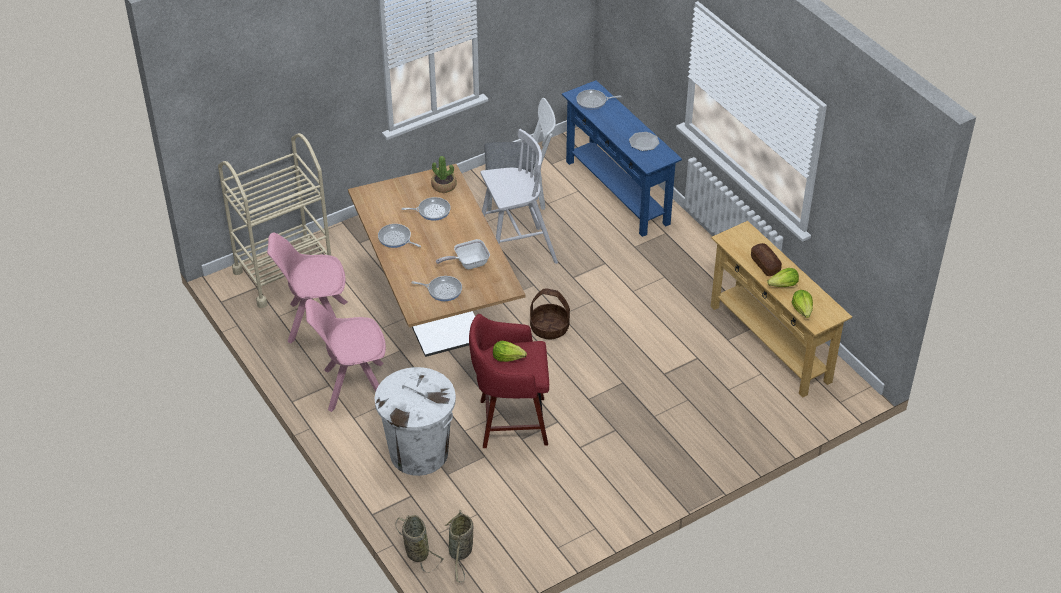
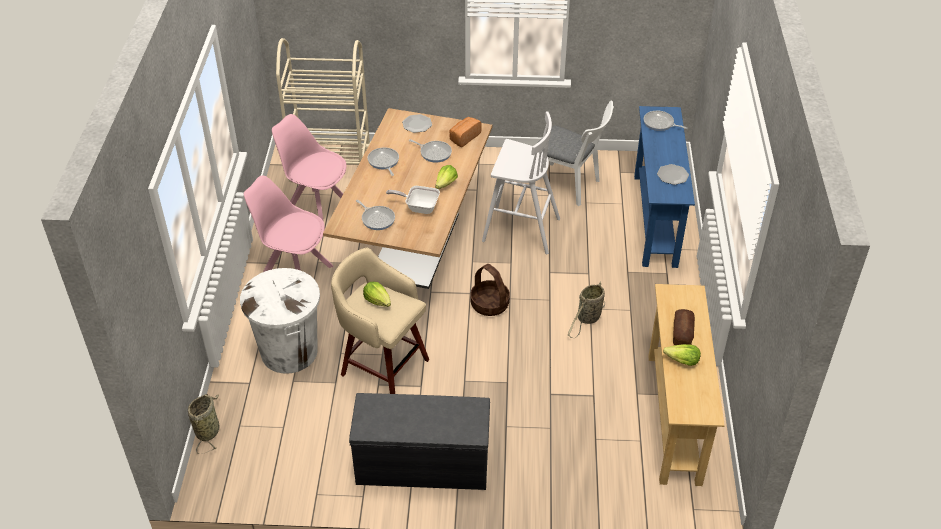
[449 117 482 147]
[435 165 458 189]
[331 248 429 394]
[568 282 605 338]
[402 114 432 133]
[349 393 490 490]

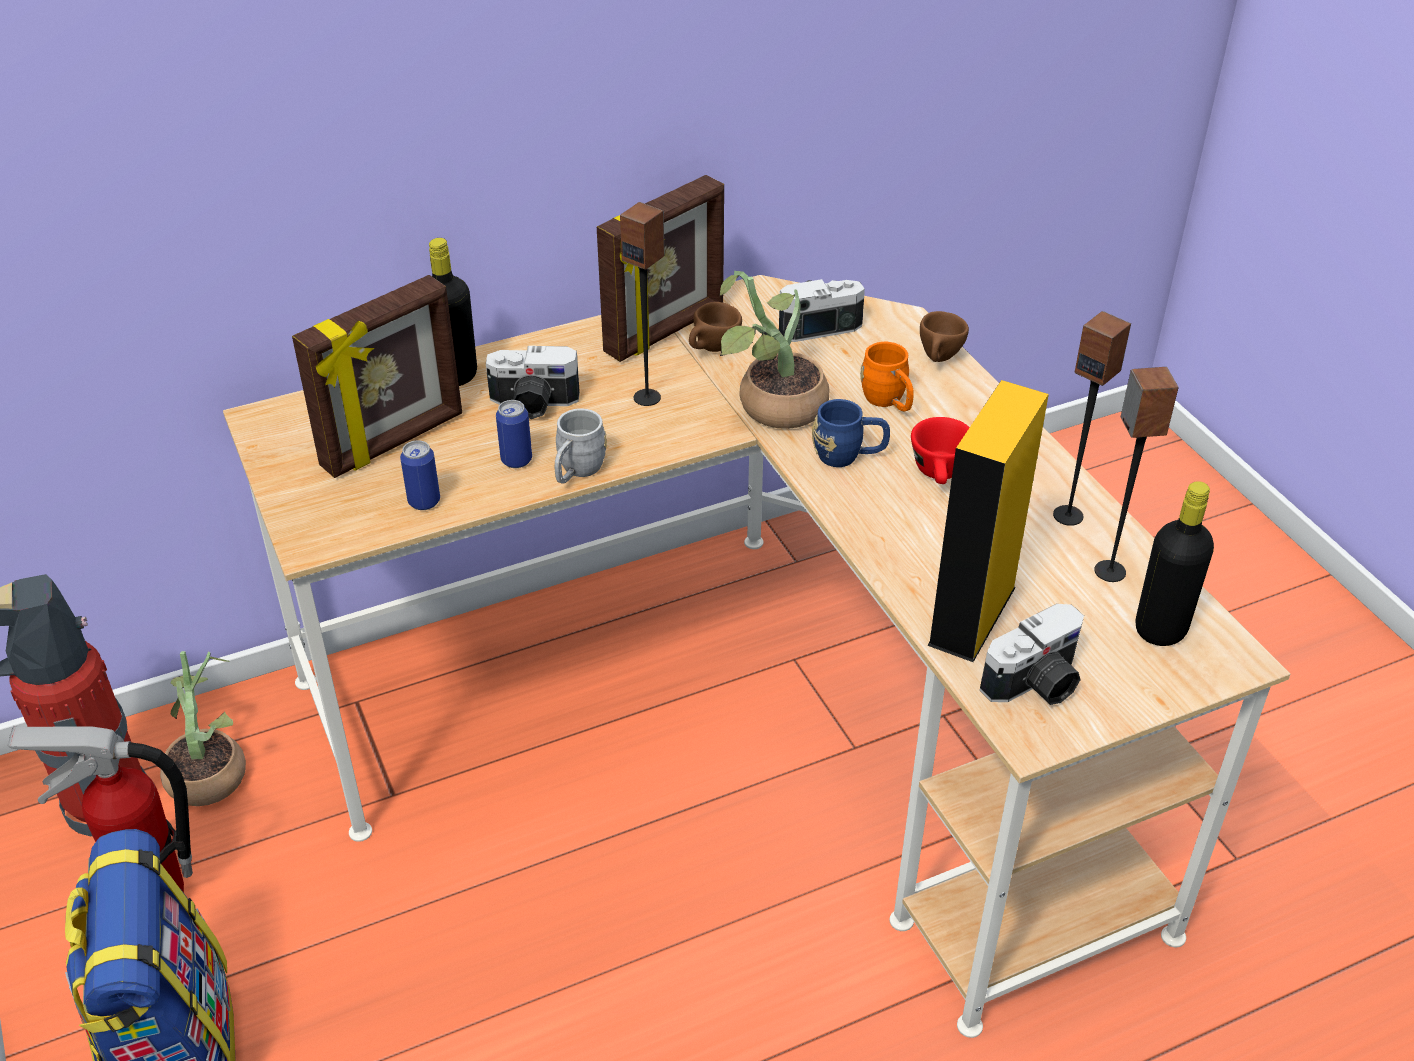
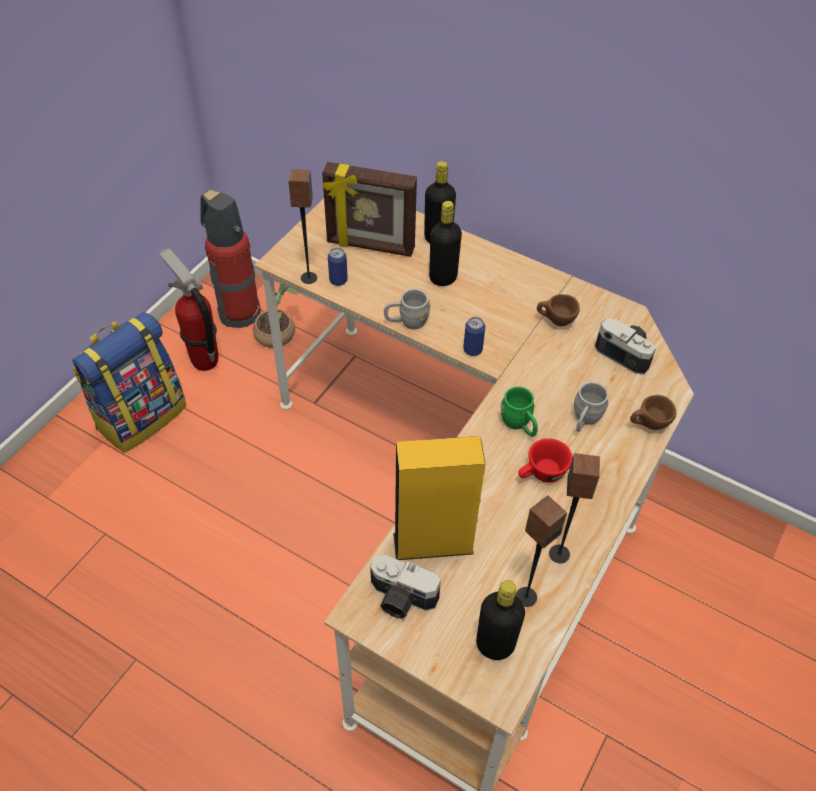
[597 175 724 362] (first image)
[289 169 317 284]
[719 271 829 429] (first image)
[574 382 609 432]
[429 201 462 286]
[500 386 538 437]
[463 317 485 356]

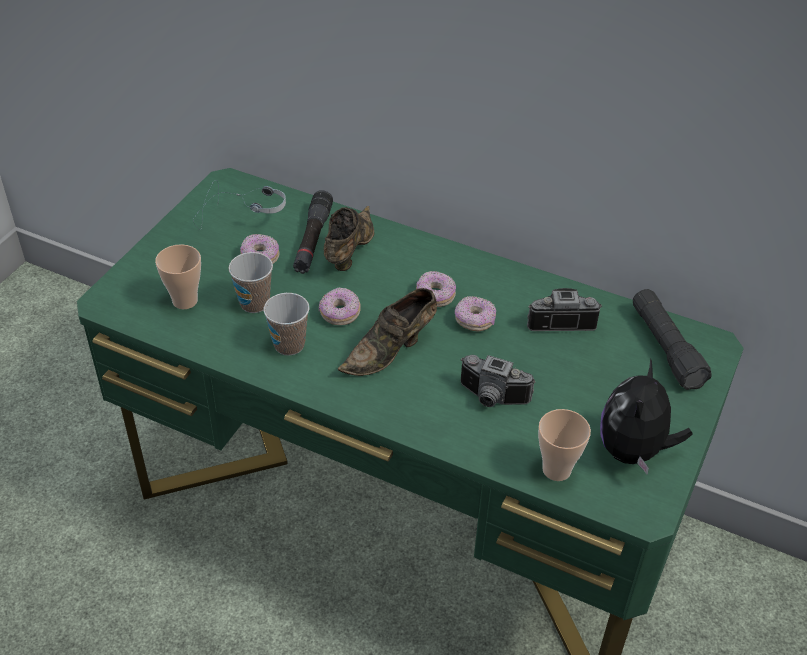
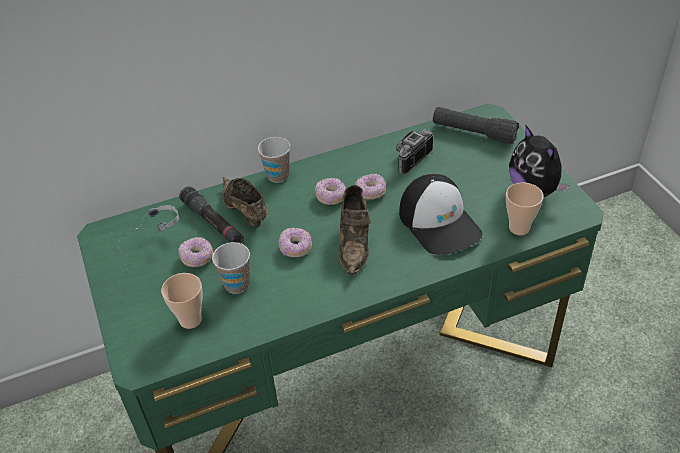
[258 137 290 183]
[399 174 482 255]

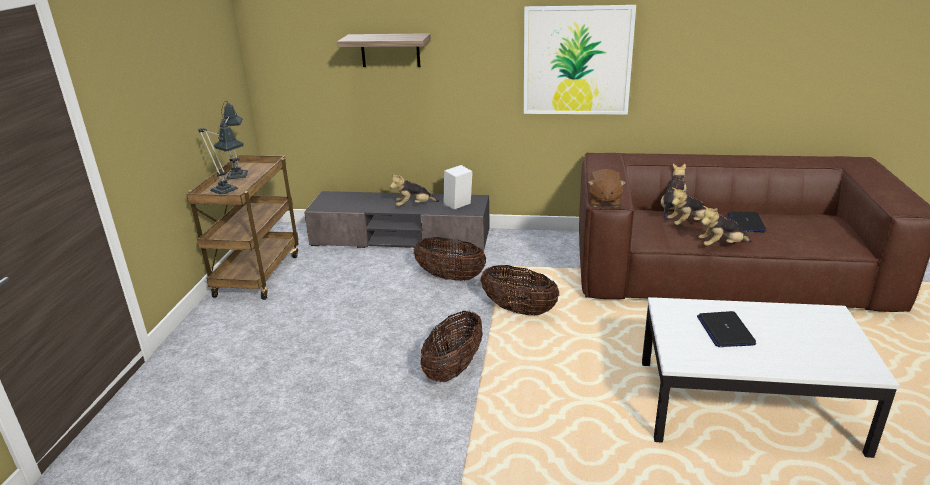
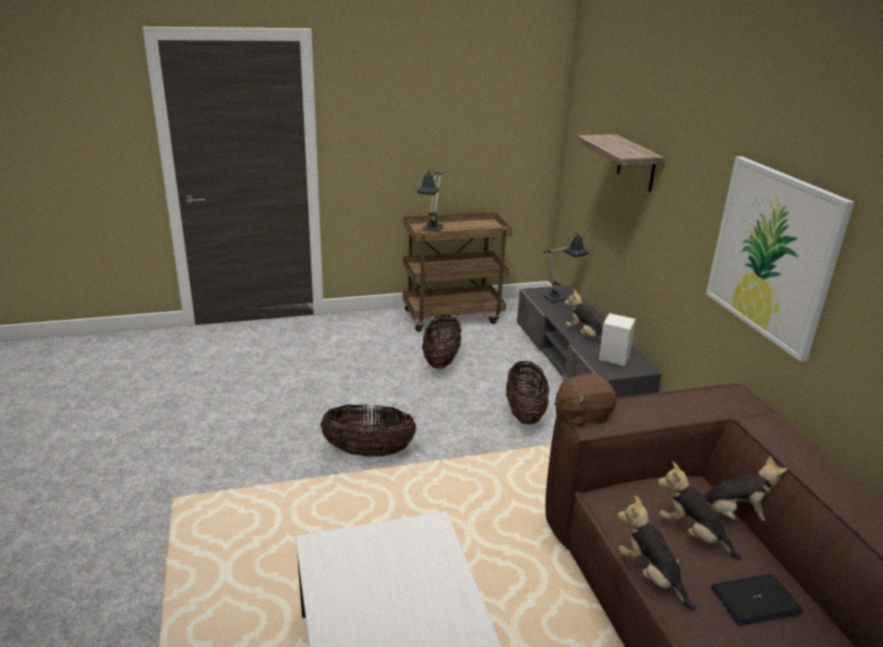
[543 232 589 302]
[422 315 462 369]
[697 311 756 347] (first image)

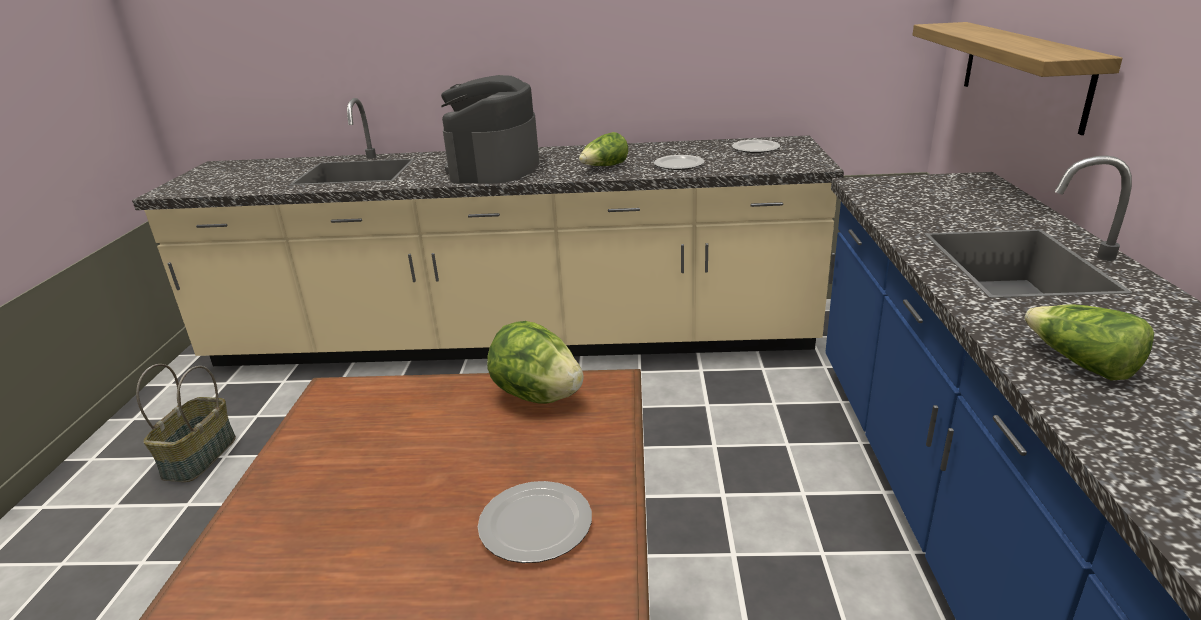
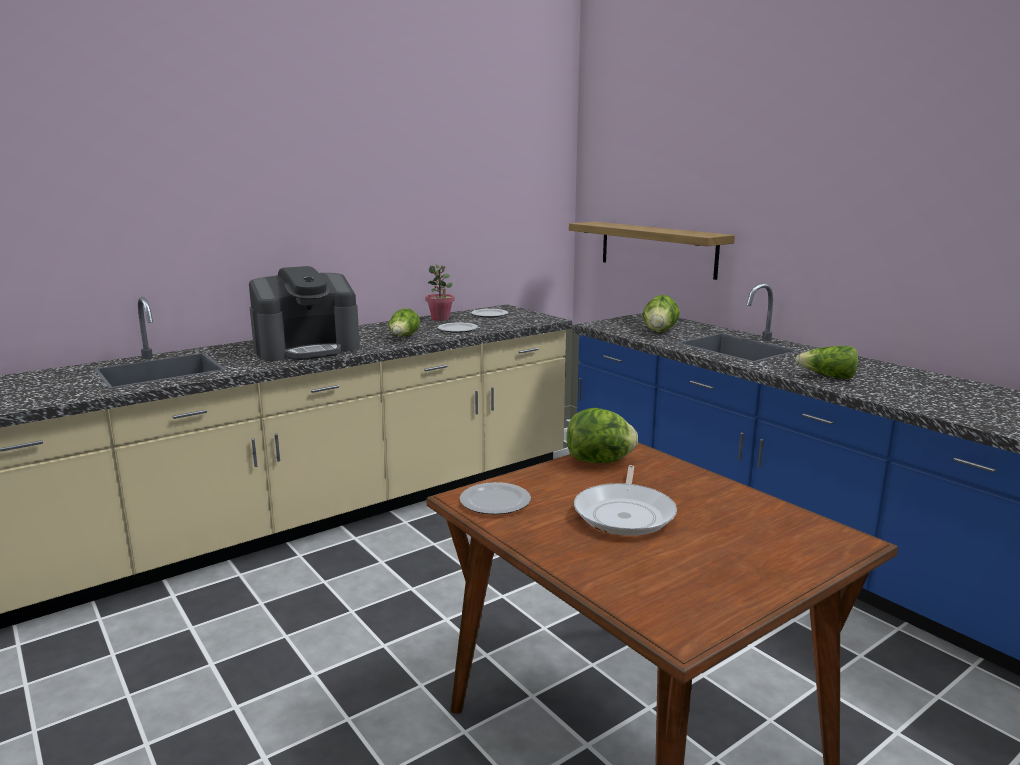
[249 266 360 361]
[136 364 236 482] (first image)
[460 482 531 515]
[425 264 454 321]
[642 295 680 332]
[574 465 677 536]

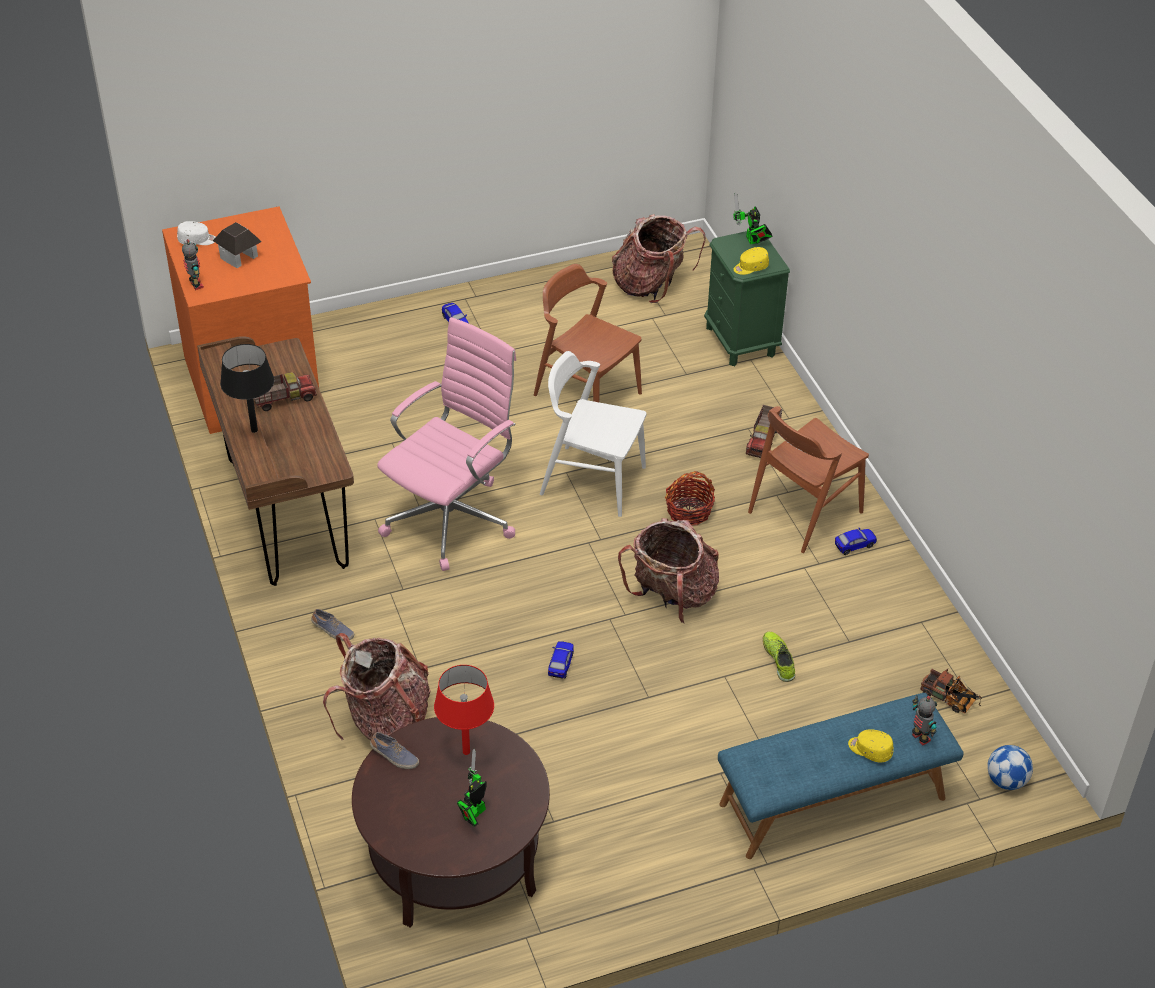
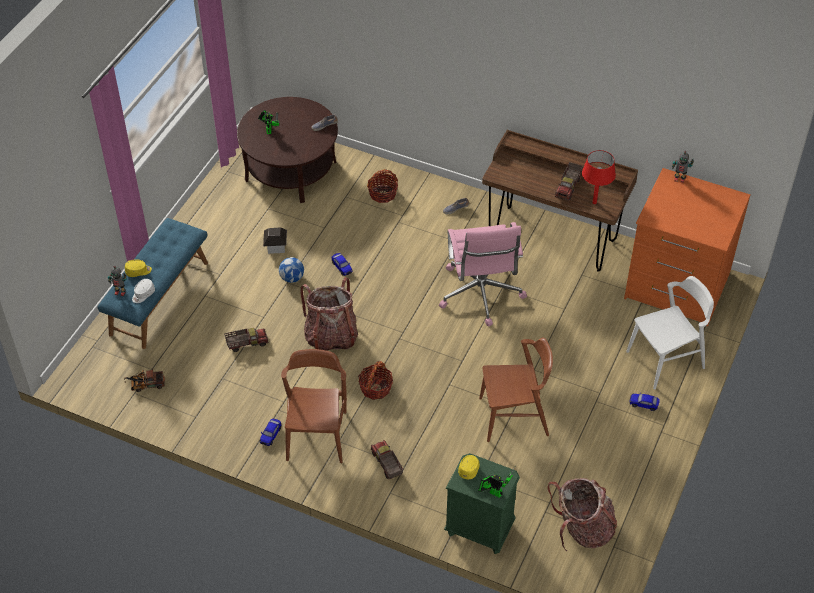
[132 279 155 303]
[263 227 287 254]
[220 344 274 433] (first image)
[626 276 714 389]
[224 328 268 352]
[367 169 398 203]
[582 150 616 204]
[279 257 304 283]

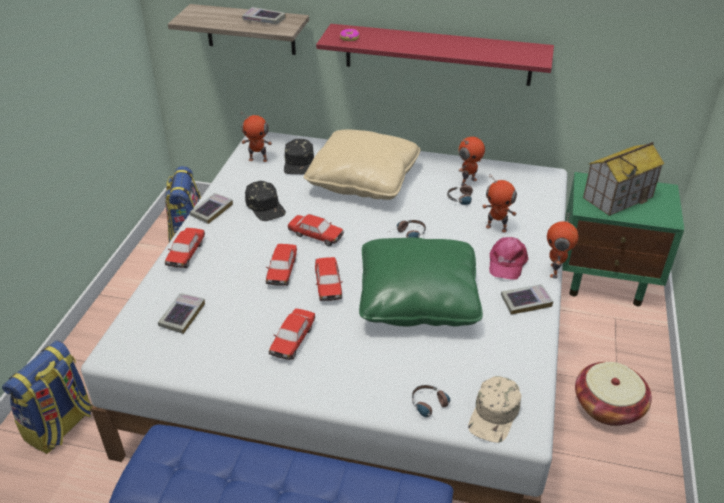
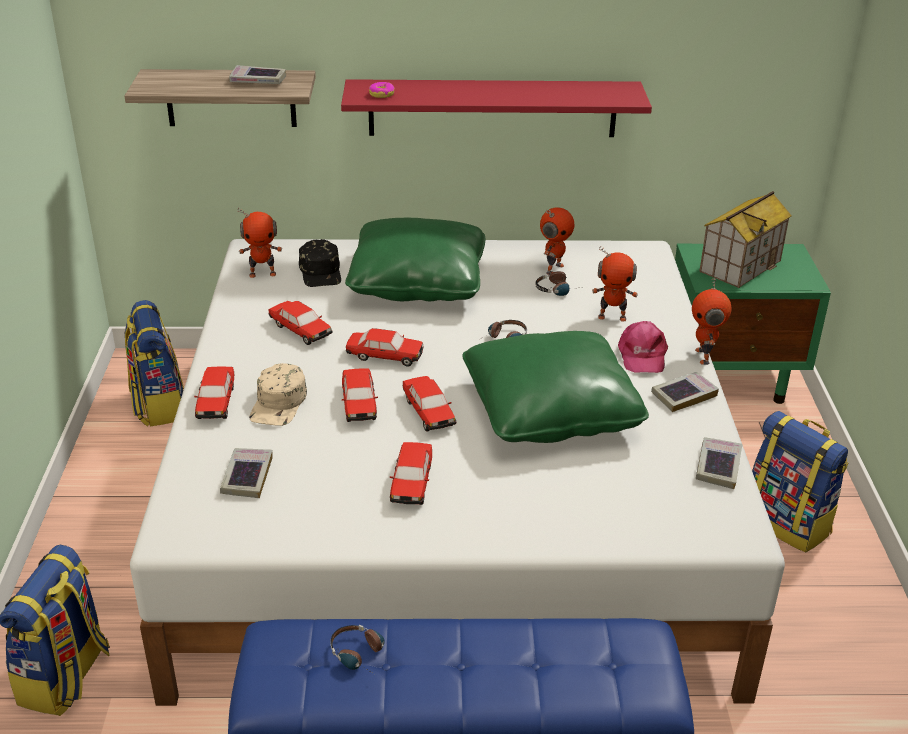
[345 218 485 301]
[268 301 333 345]
[696 437 742 489]
[752 411 849 553]
[249 363 307 426]
[330 625 385 674]

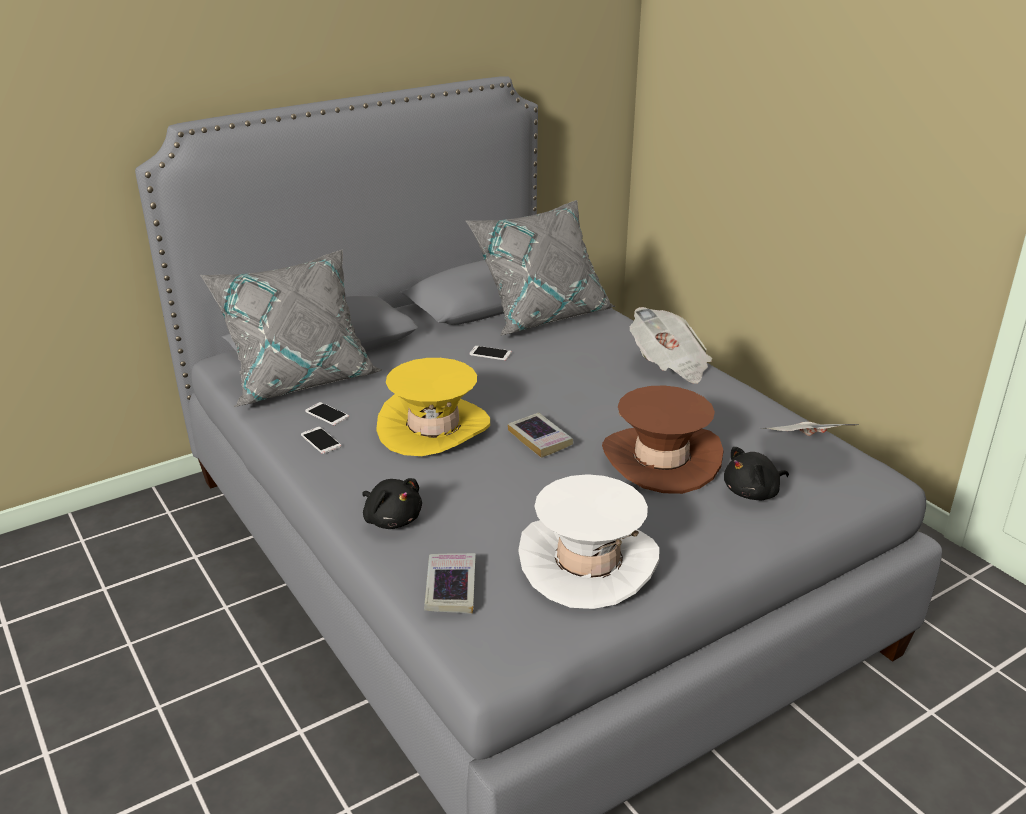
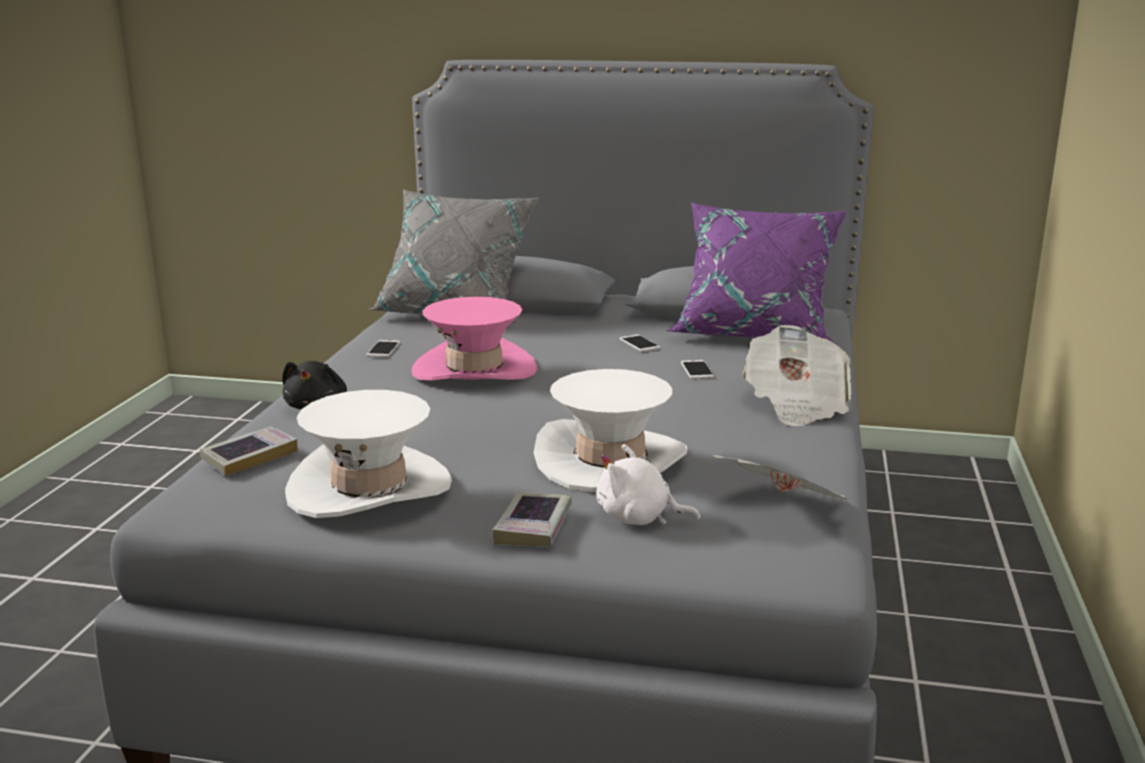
[666 202 847 345]
[412 297 537 380]
[534 369 687 492]
[681 360 714 379]
[493 492 572 546]
[597 444 701 526]

